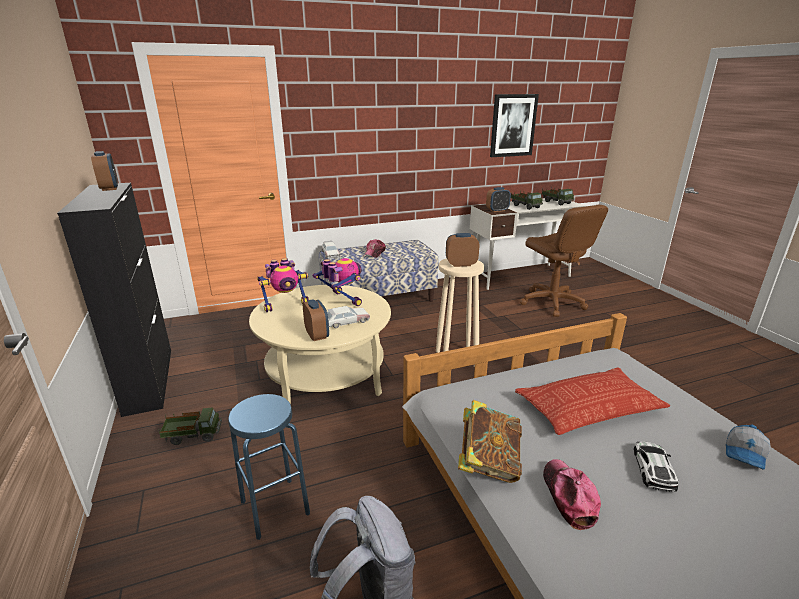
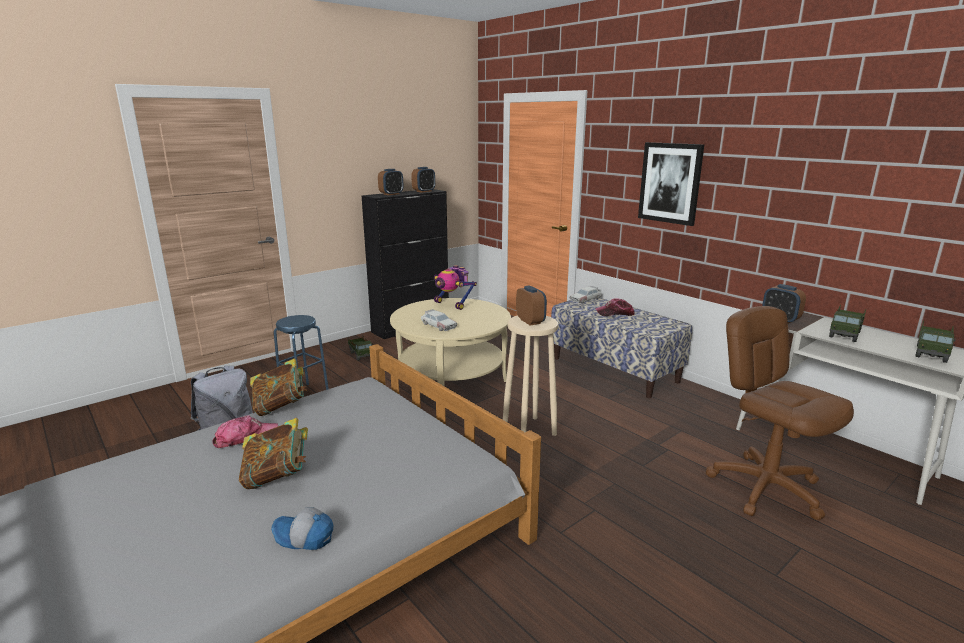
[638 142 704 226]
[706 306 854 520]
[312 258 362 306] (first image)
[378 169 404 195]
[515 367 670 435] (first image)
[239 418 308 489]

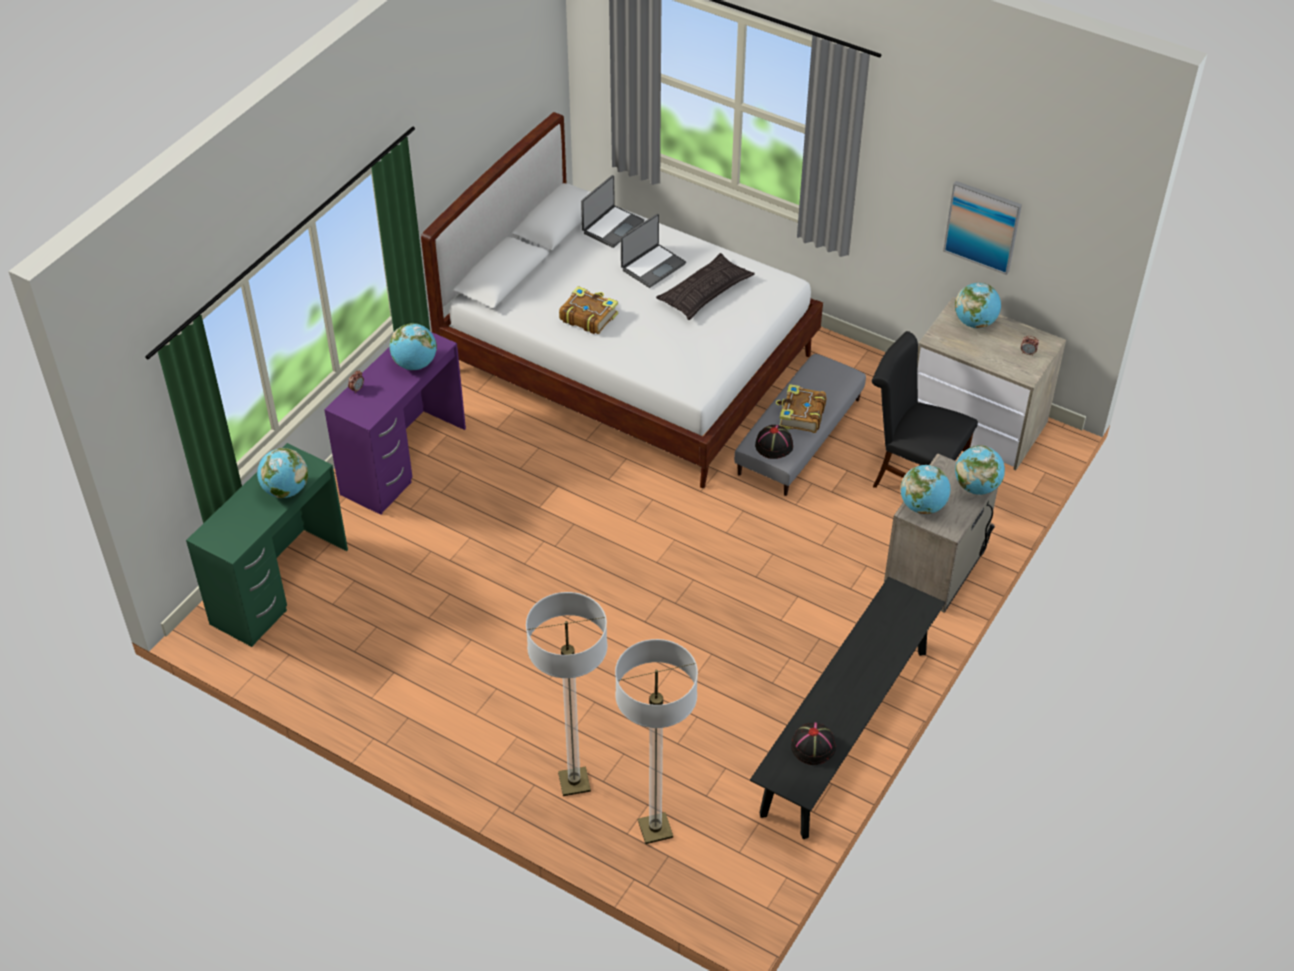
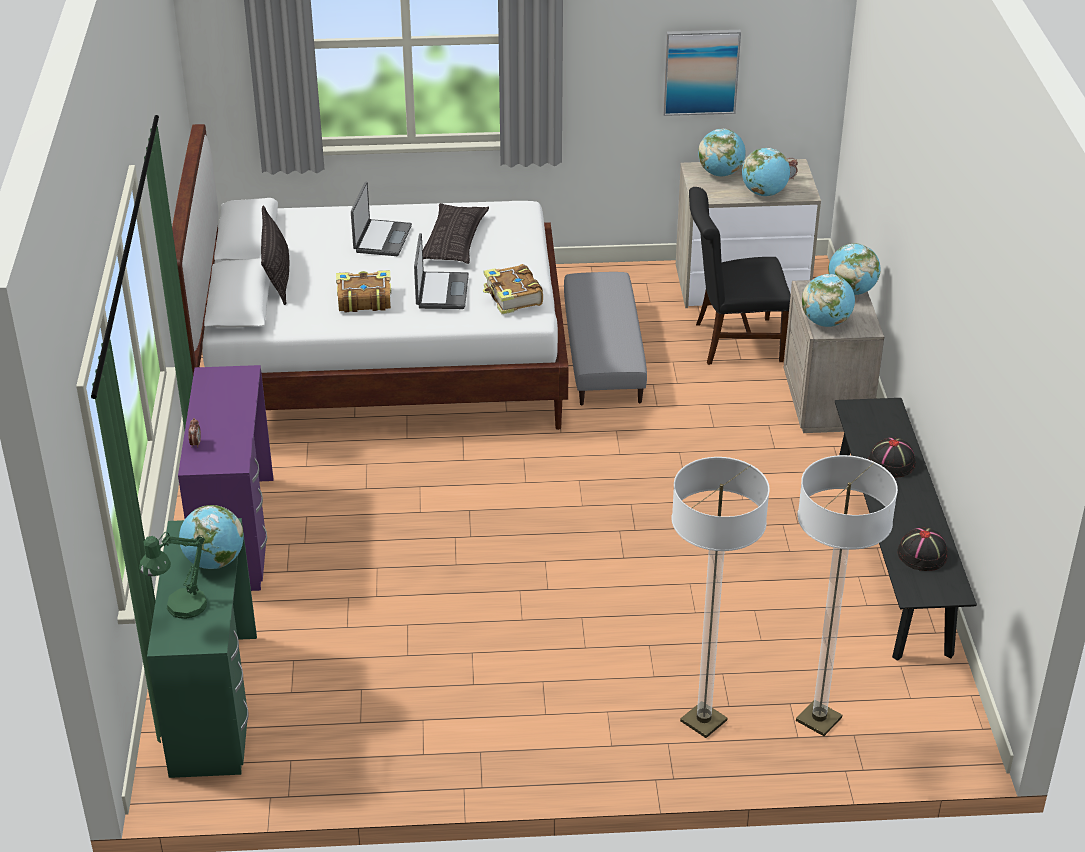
[414 233 469 309]
[742 148 790 196]
[483 264 543 314]
[869 437 916 477]
[261 205 289 305]
[139 532 207 619]

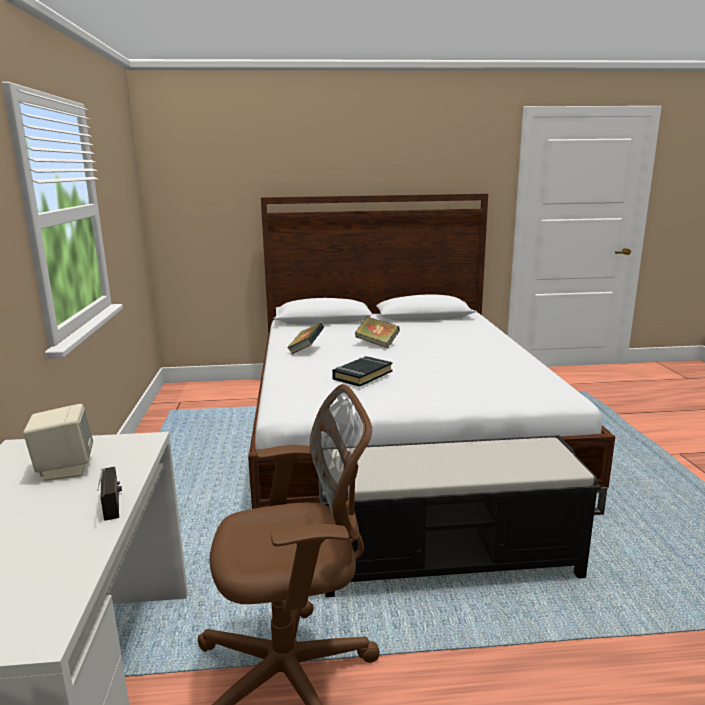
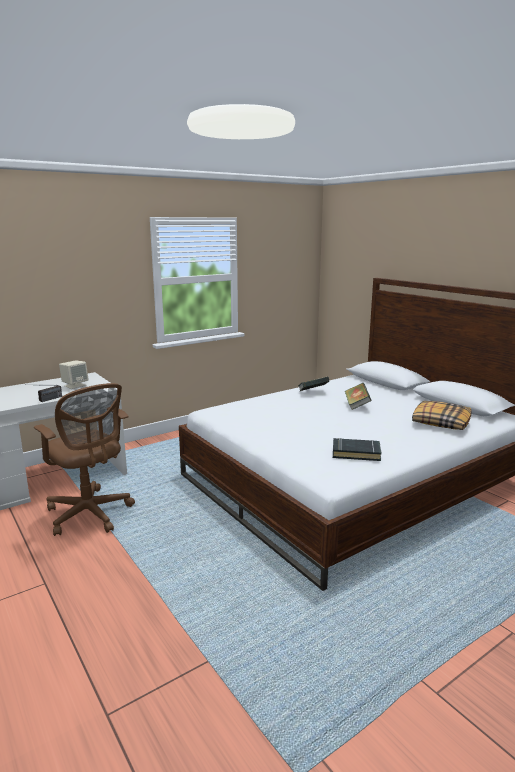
[333 438 382 461]
[318 435 601 597] (first image)
[412 401 472 430]

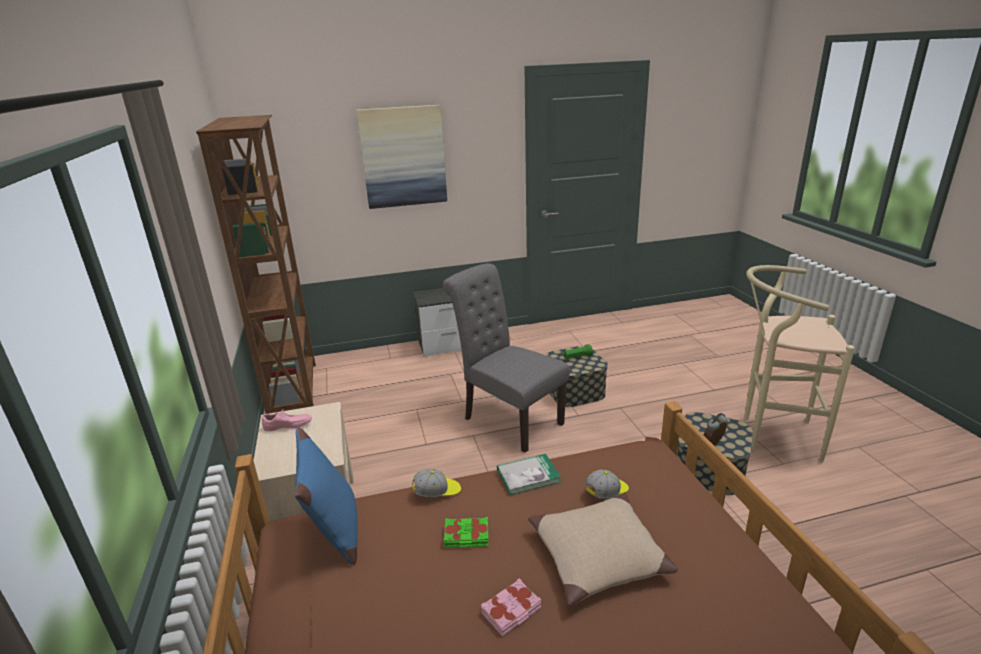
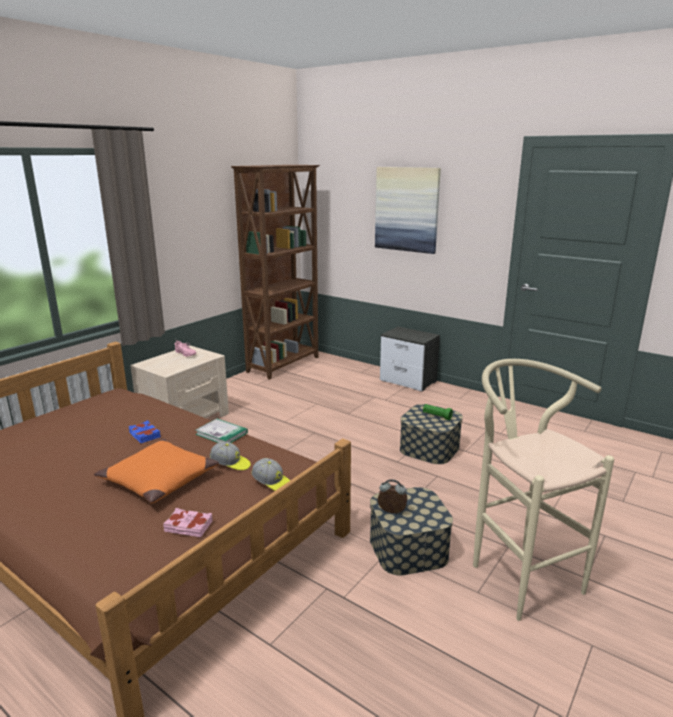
[443 263 570 453] (first image)
[295 428 358 565] (first image)
[251 458 290 491]
[94 439 219 503]
[129 421 161 443]
[163 508 212 537]

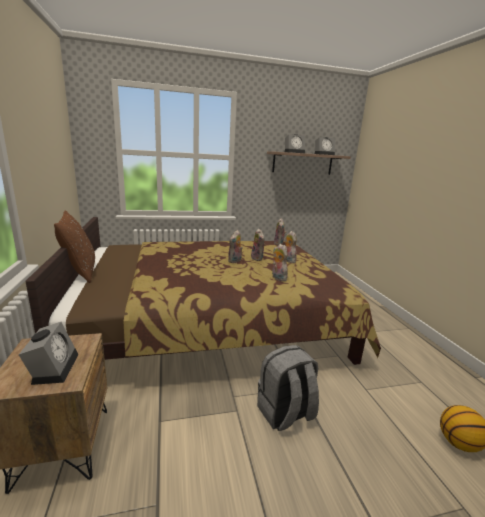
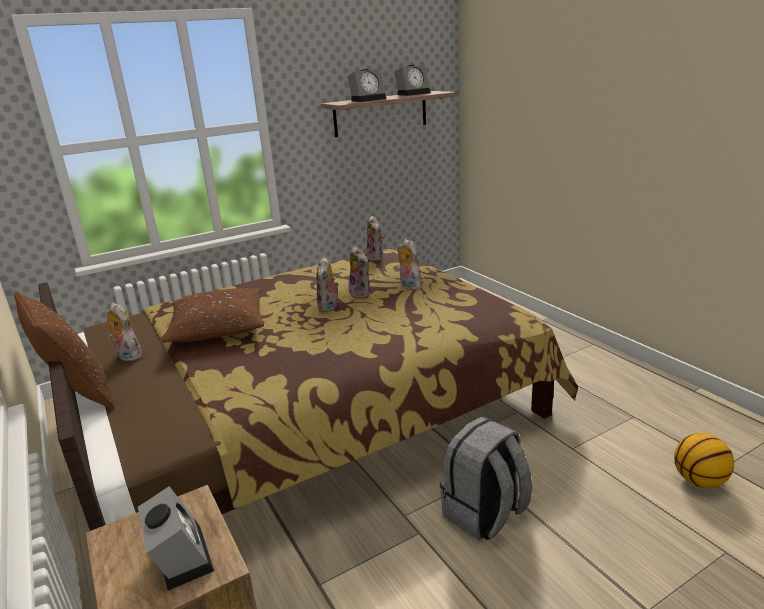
[107 303 142 361]
[162 288 264 342]

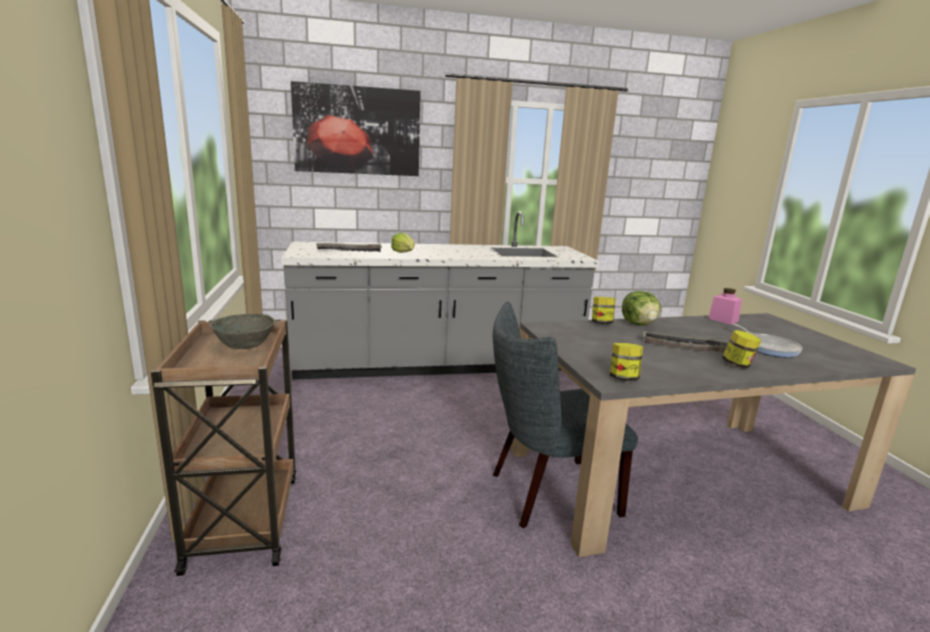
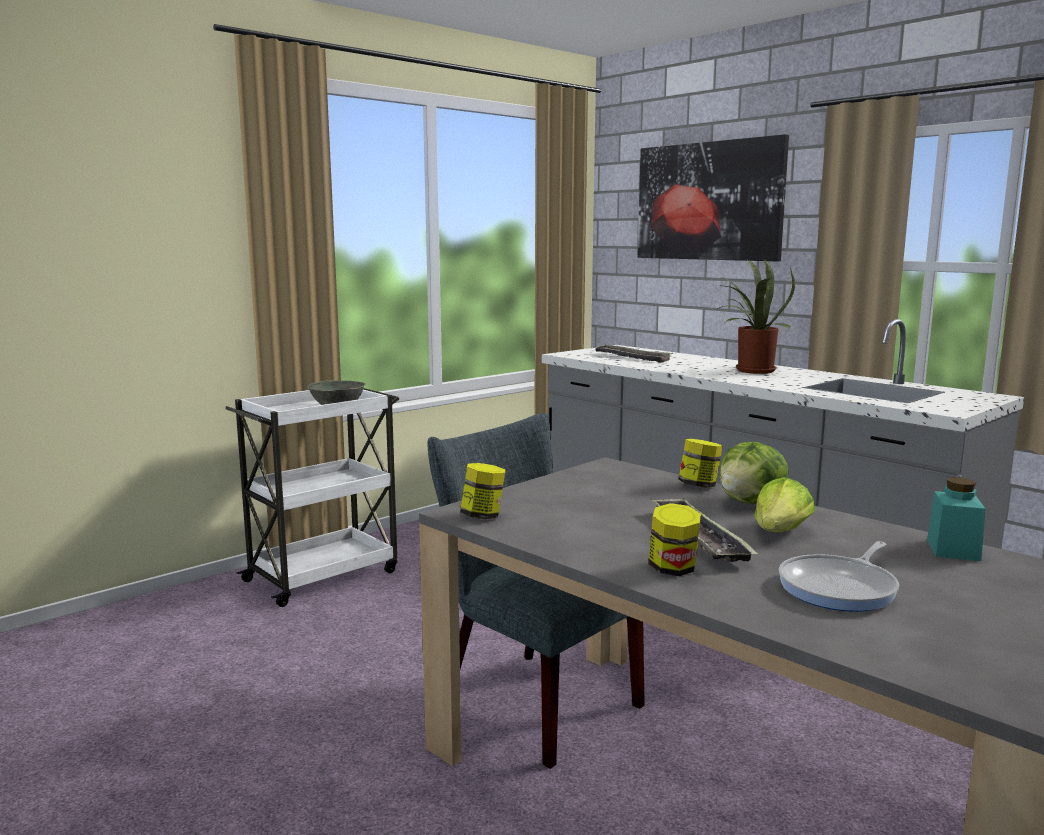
[755 477 815 532]
[927 478 985 561]
[225 388 399 607]
[717 259 795 374]

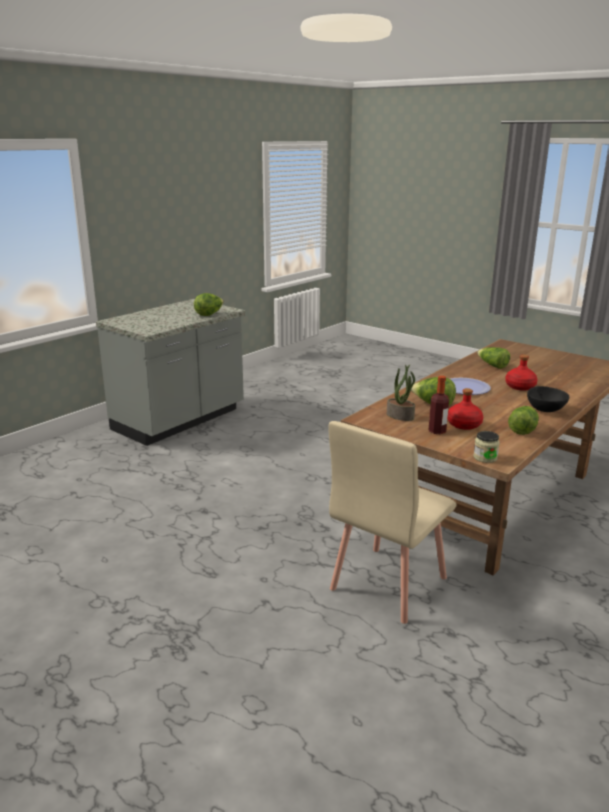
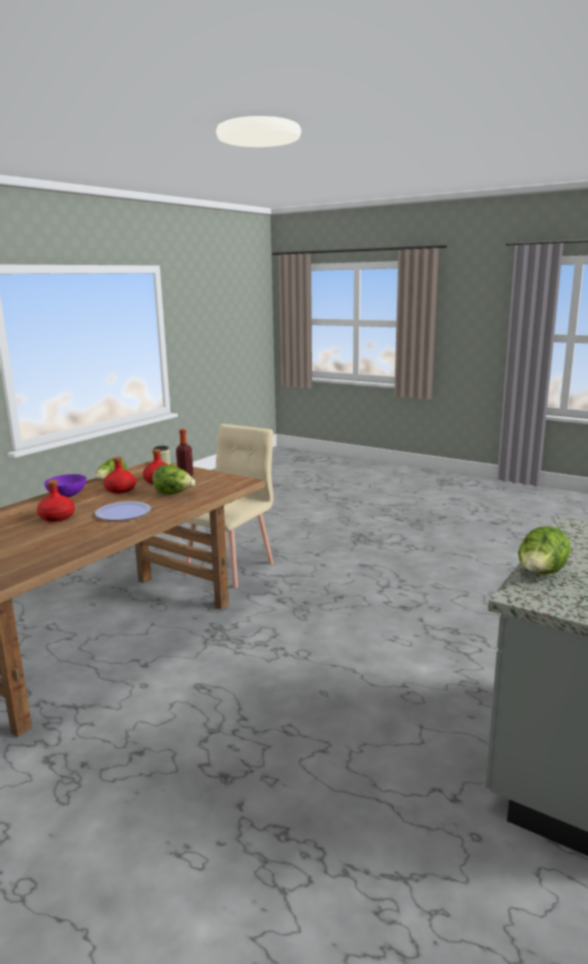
[477 347 510 369] (first image)
[387 364 415 421] (first image)
[44 474 86 497]
[103 457 136 494]

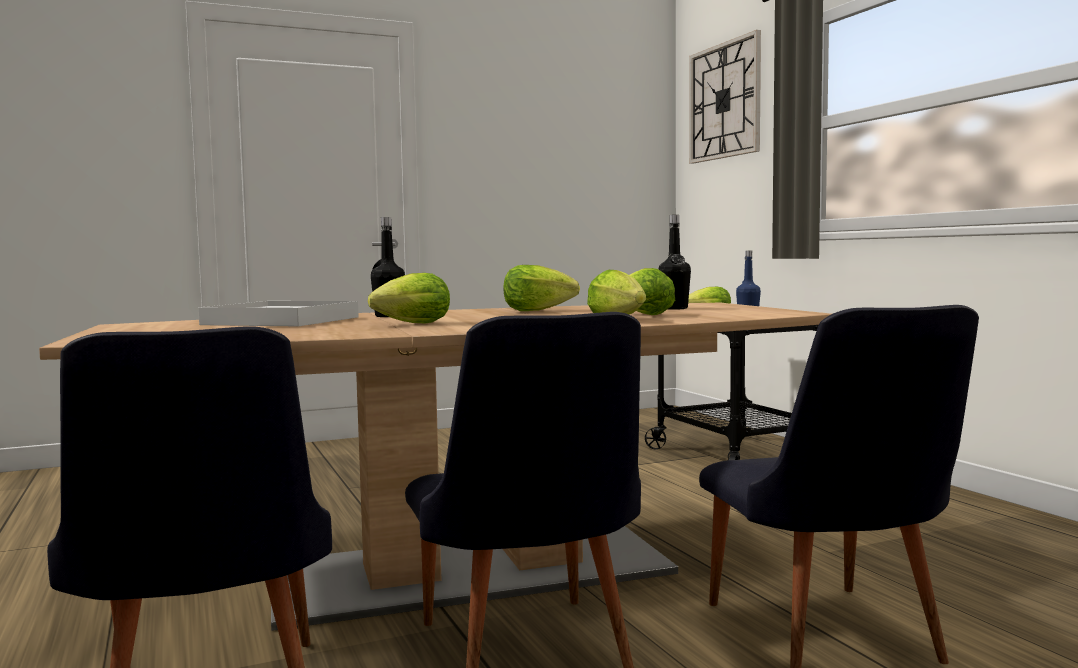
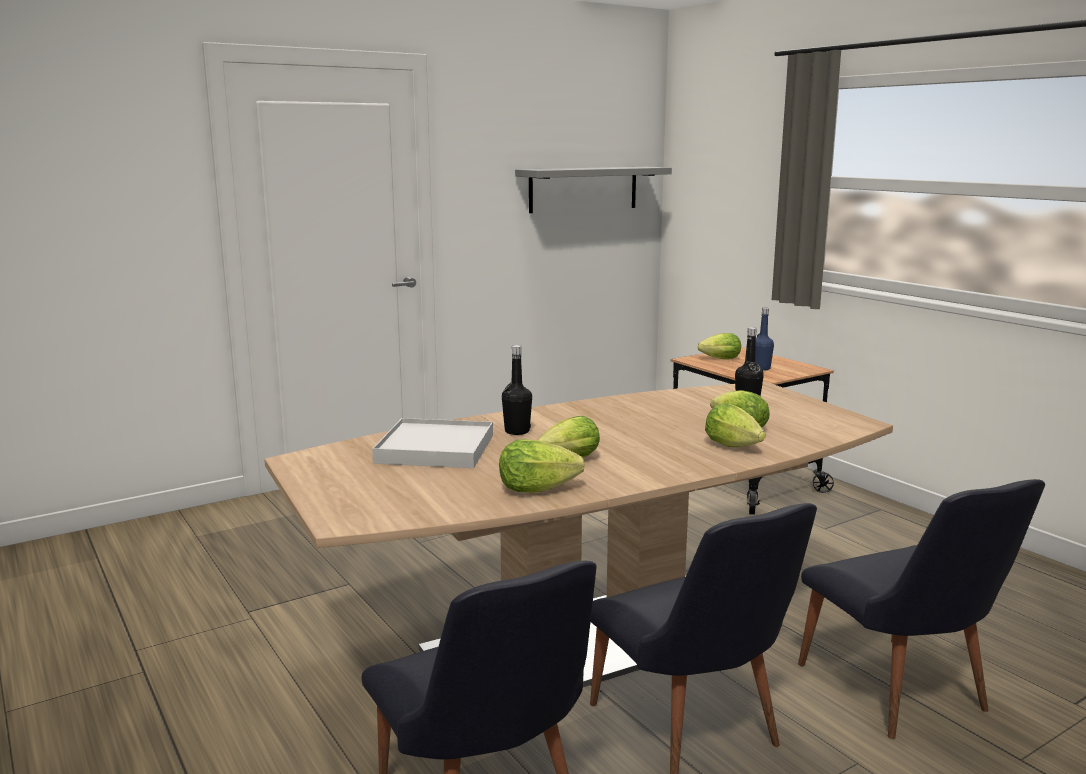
[689 30 761 164] (first image)
[499 439 585 492]
[515 167 672 213]

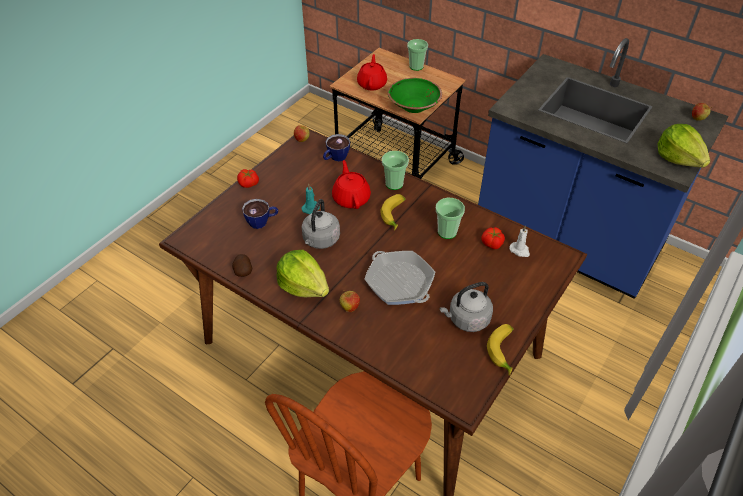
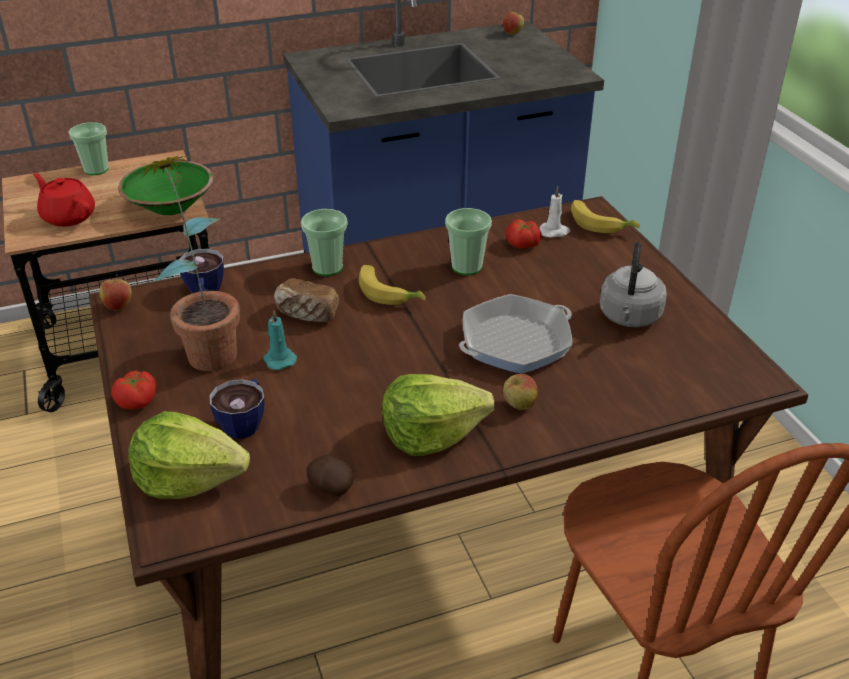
[128 411 250 499]
[274 278 339 322]
[302 199 340 249] (first image)
[459 294 572 374]
[571 200 640 233]
[134 156 240 371]

